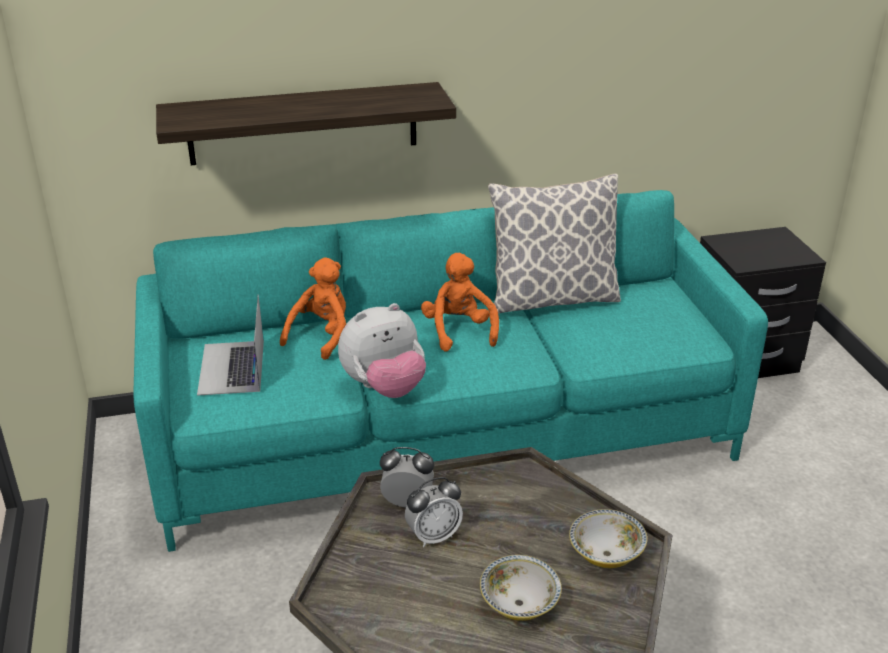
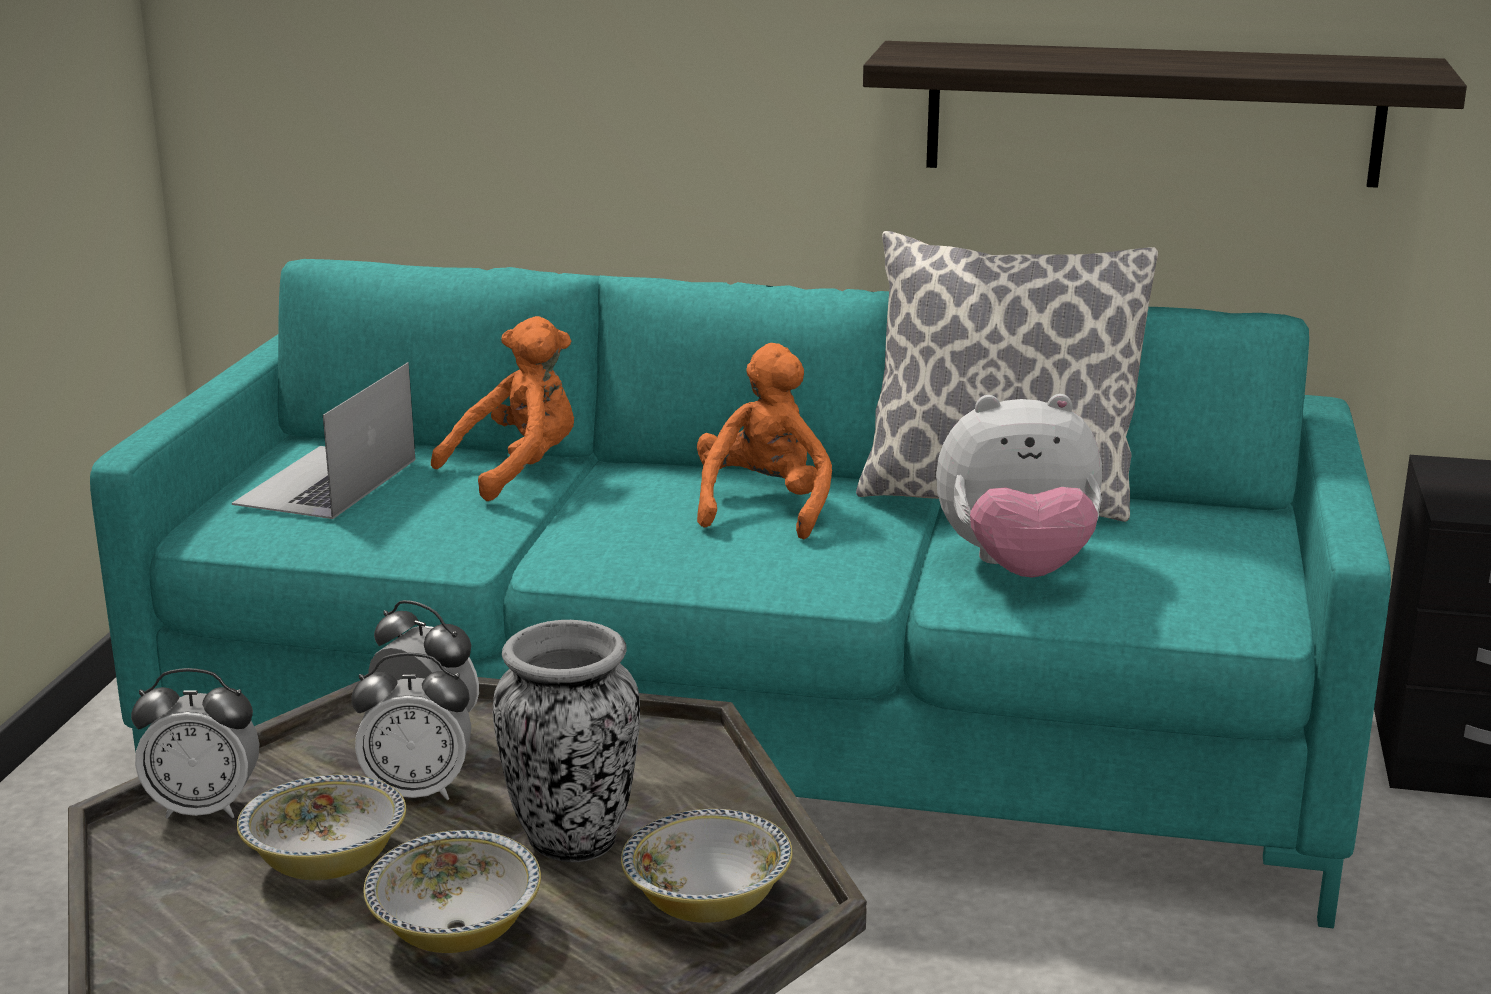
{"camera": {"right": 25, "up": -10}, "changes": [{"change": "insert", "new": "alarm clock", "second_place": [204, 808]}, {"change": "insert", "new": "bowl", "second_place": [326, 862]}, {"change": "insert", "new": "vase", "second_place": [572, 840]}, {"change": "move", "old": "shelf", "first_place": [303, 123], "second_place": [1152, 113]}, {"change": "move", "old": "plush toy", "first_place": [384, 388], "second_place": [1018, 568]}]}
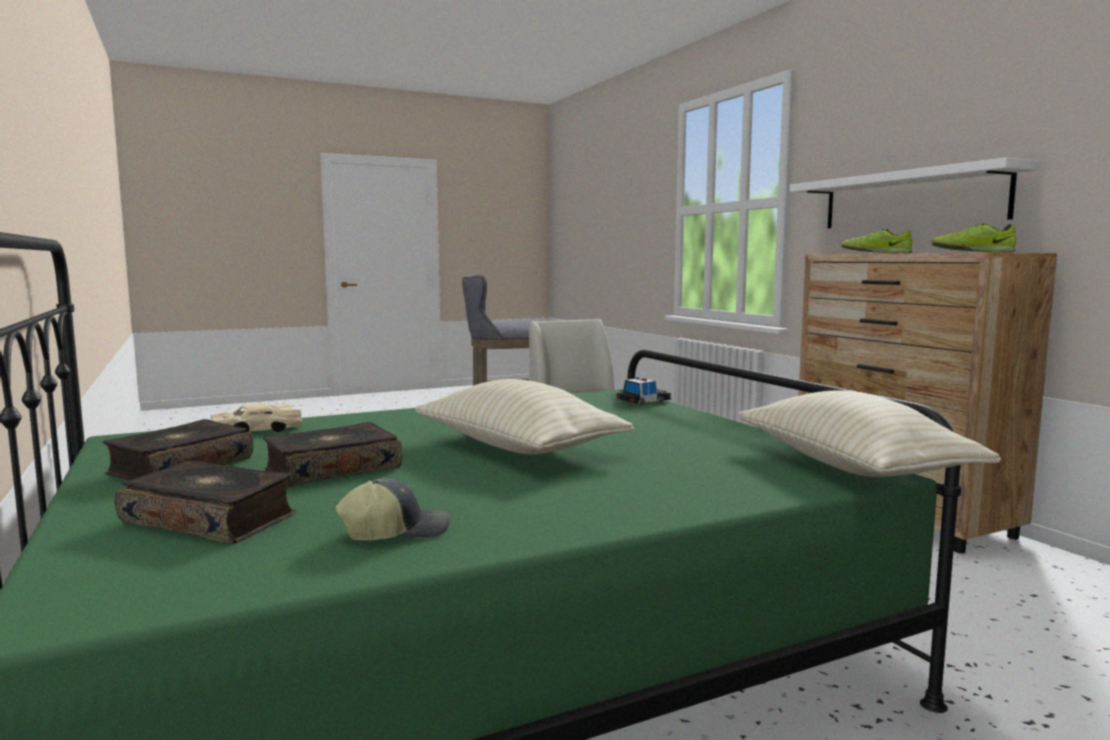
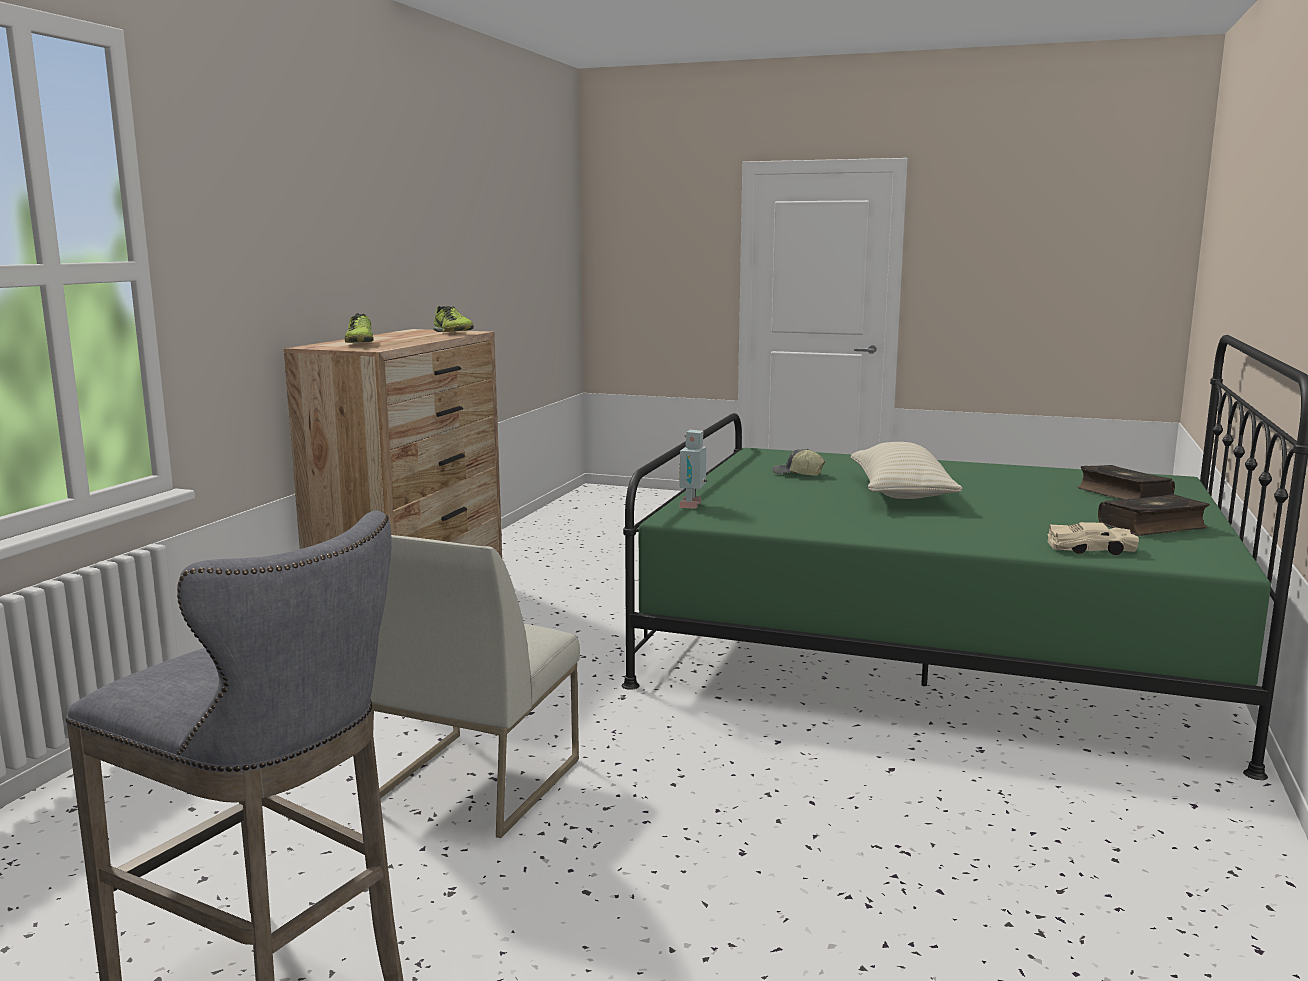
{"camera": {"right": -135, "up": 5}, "changes": [{"change": "delete", "old": "book", "first_place": [332, 469]}, {"change": "delete", "old": "beige pillow", "first_place": [850, 467]}, {"change": "delete", "old": "white shelf", "first_place": [910, 199]}, {"change": "move", "old": "cap", "first_place": [396, 531], "second_place": [797, 474]}, {"change": "replace", "old": "toy car", "new": "toy robot", "first_place": [643, 401], "second_place": [693, 505]}]}
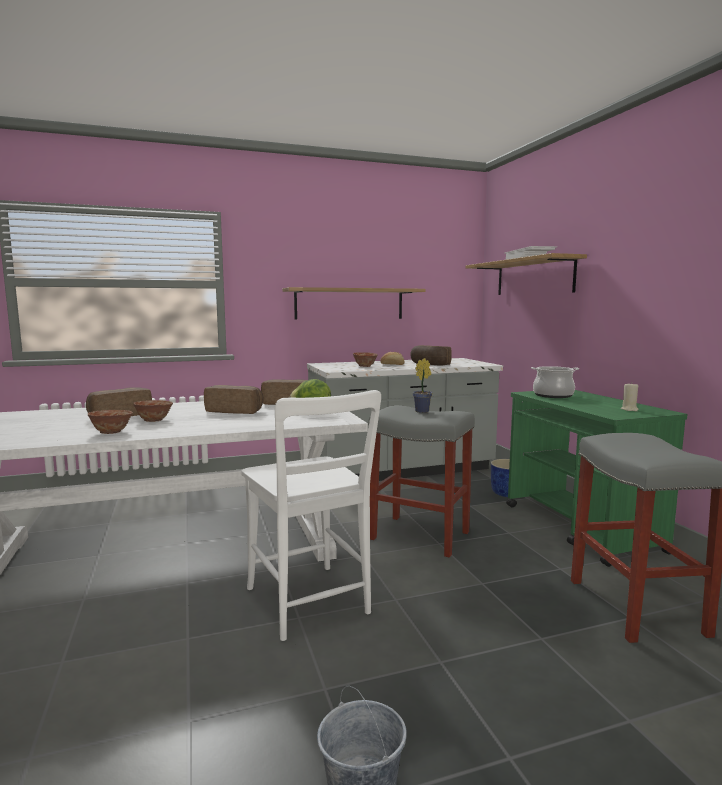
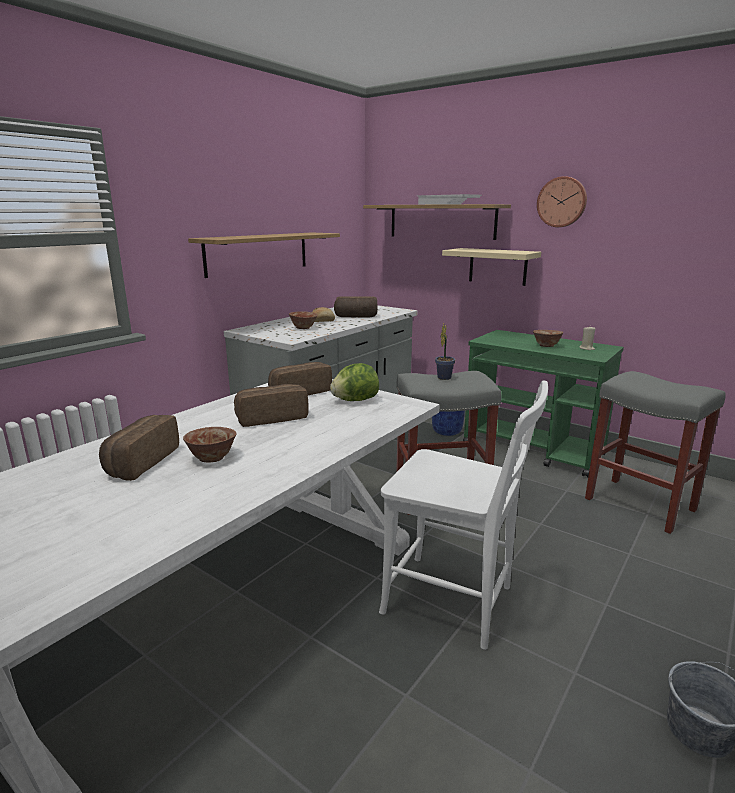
{"camera": {"right": -35, "up": 10}, "changes": [{"change": "delete", "old": "cooking pot", "first_place": [553, 395]}, {"change": "insert", "new": "beige shelf", "second_place": [497, 266]}, {"change": "insert", "new": "wall clock", "second_place": [562, 202]}, {"change": "move", "old": "bowl", "first_place": [111, 432], "second_place": [546, 346]}]}
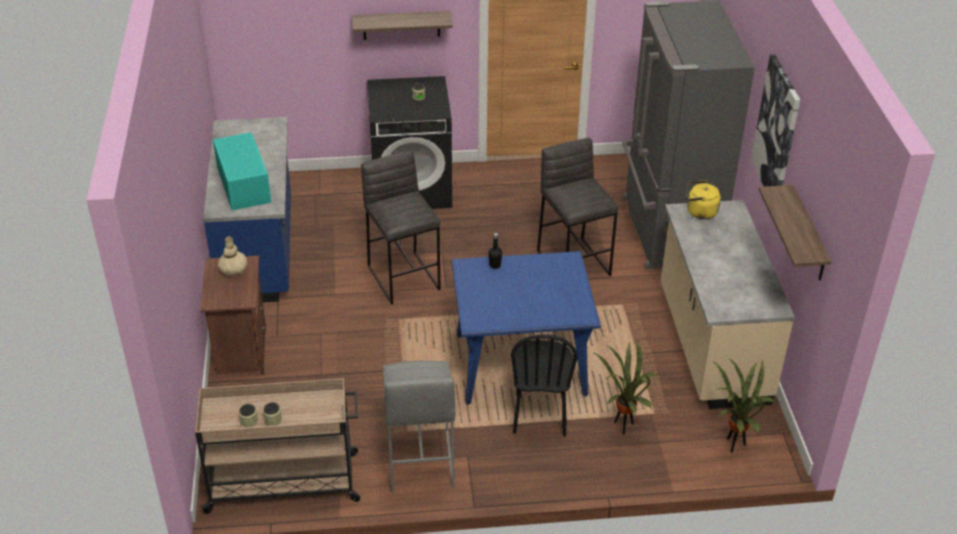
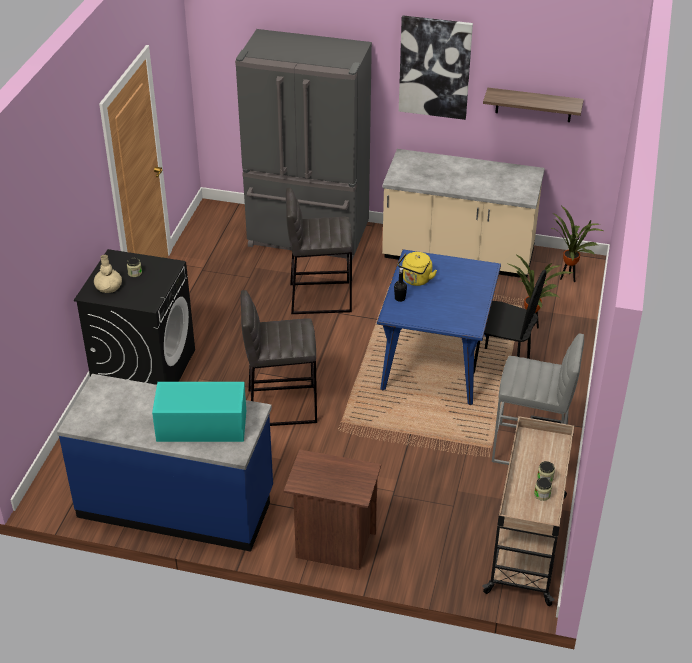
{"camera": {"right": -70, "up": 0}, "changes": [{"change": "delete", "old": "shelf", "first_place": [401, 25]}, {"change": "move", "old": "beige vase", "first_place": [233, 269], "second_place": [109, 287]}, {"change": "move", "old": "yellow kettle", "first_place": [699, 212], "second_place": [415, 280]}]}
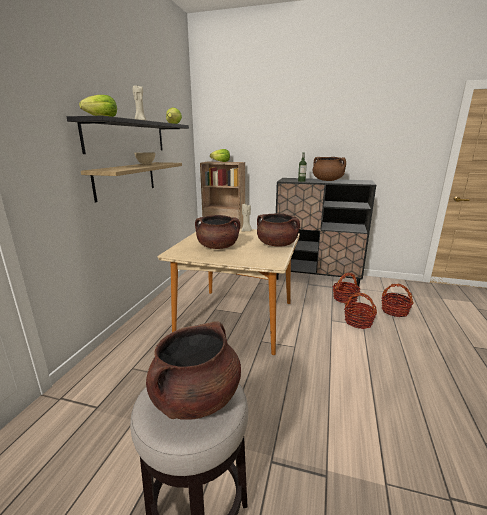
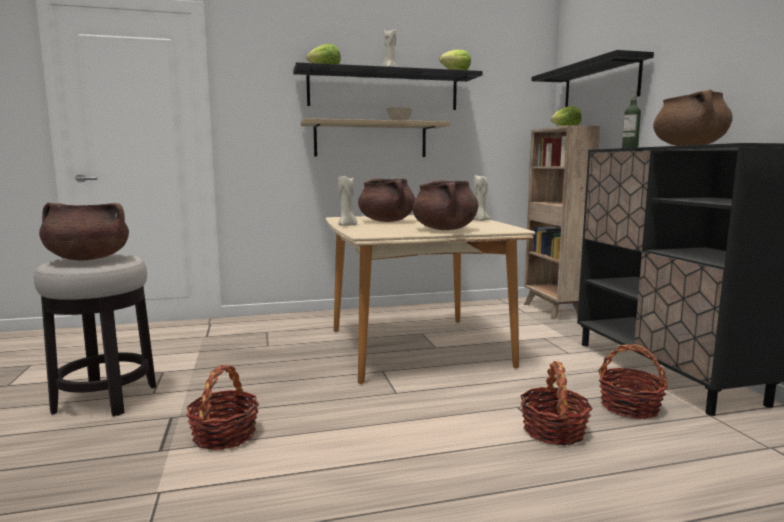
{"camera": {"right": 60, "up": -10}, "changes": [{"change": "insert", "new": "beige candle", "second_place": [347, 226]}, {"change": "insert", "new": "black shelf", "second_place": [600, 85]}, {"change": "move", "old": "basket", "first_place": [394, 311], "second_place": [224, 435]}]}
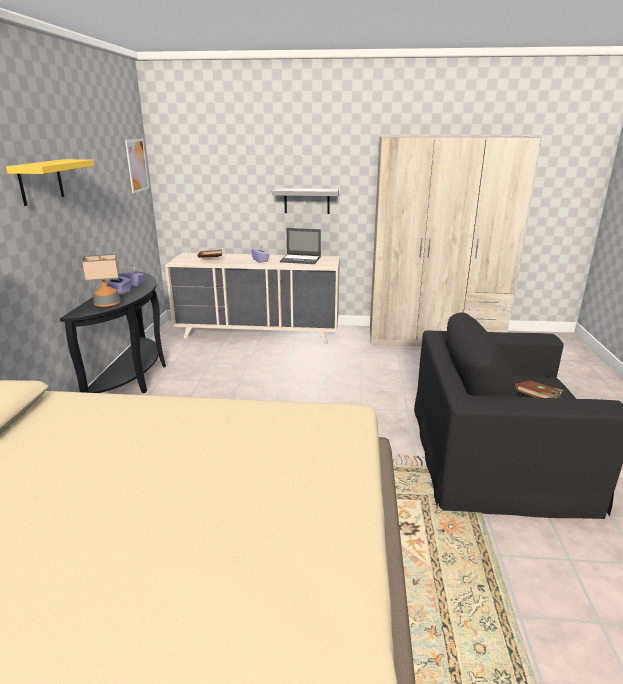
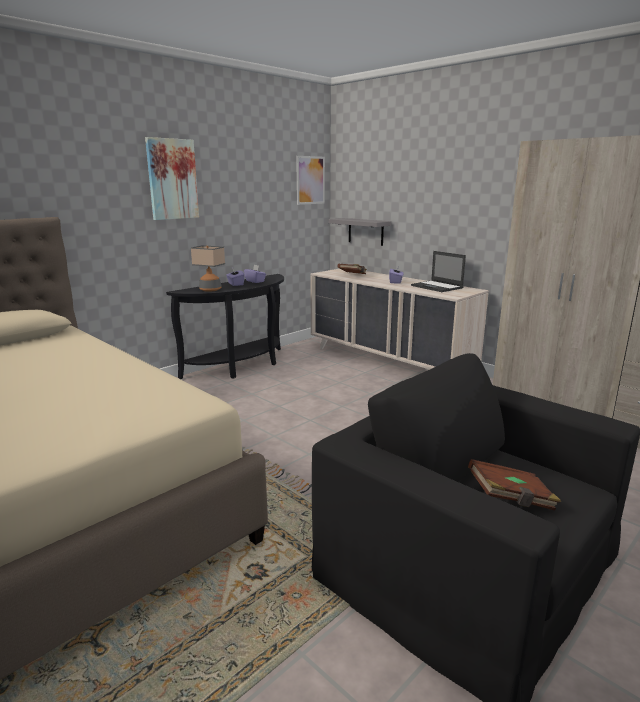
{"camera": {"right": 40, "up": -5}, "changes": [{"change": "move", "old": "grey shelf", "first_place": [307, 201], "second_place": [365, 231]}, {"change": "replace", "old": "yellow shelf", "new": "picture", "first_place": [41, 181], "second_place": [172, 179]}]}
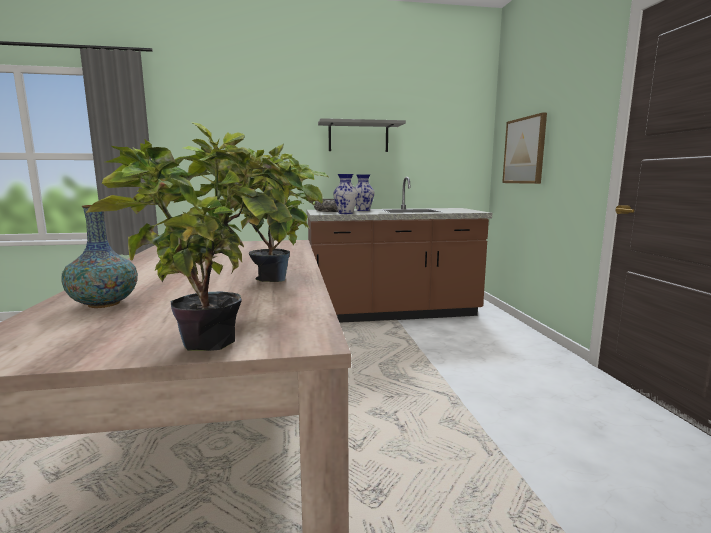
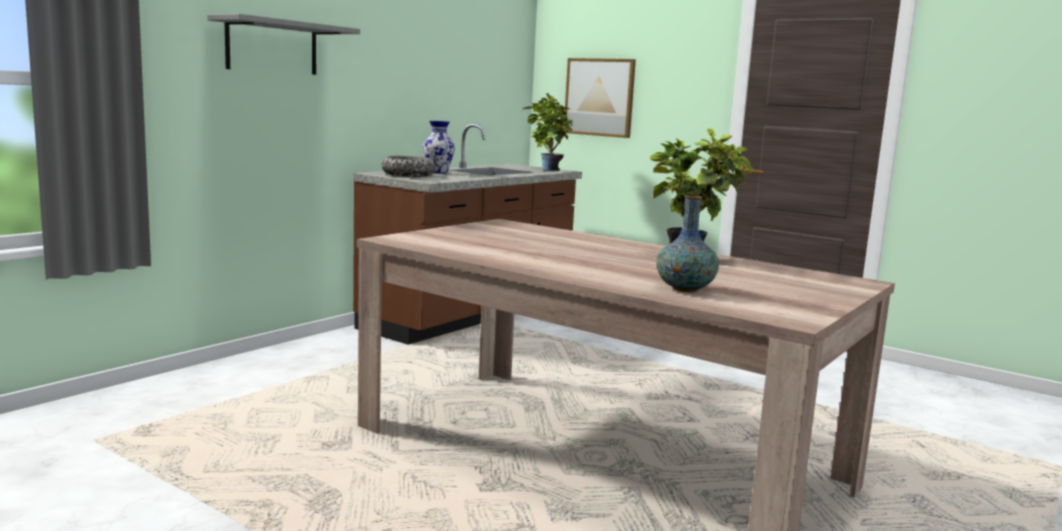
{"camera": {"right": -45, "up": 0}, "changes": [{"change": "delete", "old": "vase", "first_place": [345, 213]}, {"change": "move", "old": "potted plant", "first_place": [213, 339], "second_place": [547, 170]}, {"change": "move", "old": "grey shelf", "first_place": [358, 137], "second_place": [272, 47]}]}
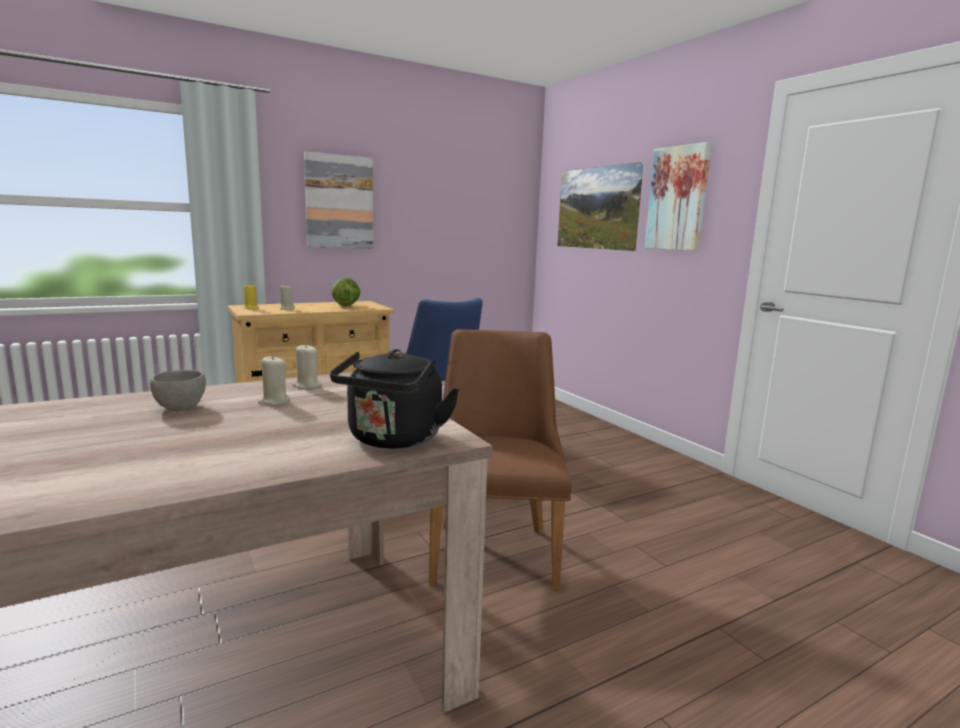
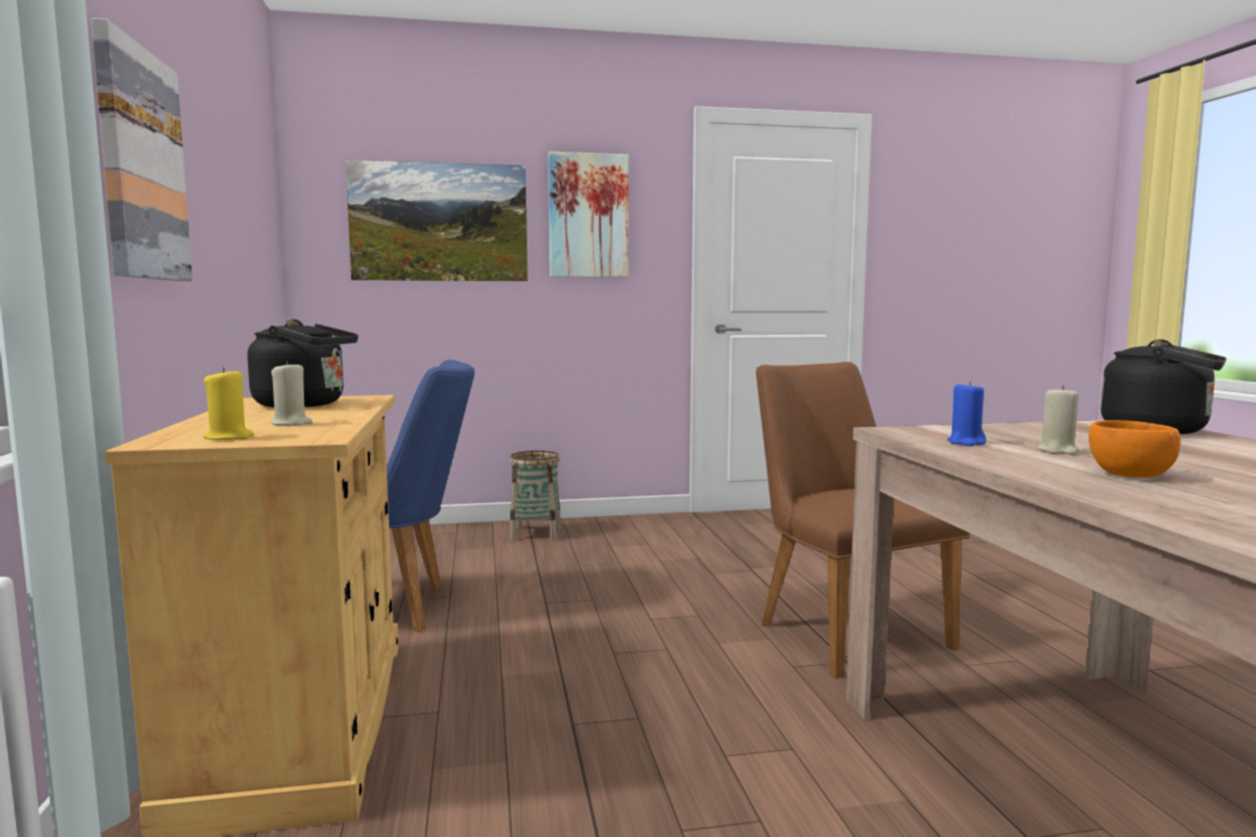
{"camera": {"right": -70, "up": -5}, "changes": [{"change": "insert", "new": "basket", "second_place": [535, 533]}, {"change": "replace", "old": "lettuce", "new": "black kettle", "first_place": [346, 306], "second_place": [305, 405]}, {"change": "recolor", "old": "grey bowl", "new": "orange bowl", "first_place": [179, 407], "second_place": [1132, 476]}, {"change": "recolor", "old": "beige candle", "new": "blue candle", "first_place": [306, 386], "second_place": [966, 443]}, {"change": "rotate", "old": "brown chair", "first_place": [494, 547], "second_place": [841, 629], "degrees": 45}]}
